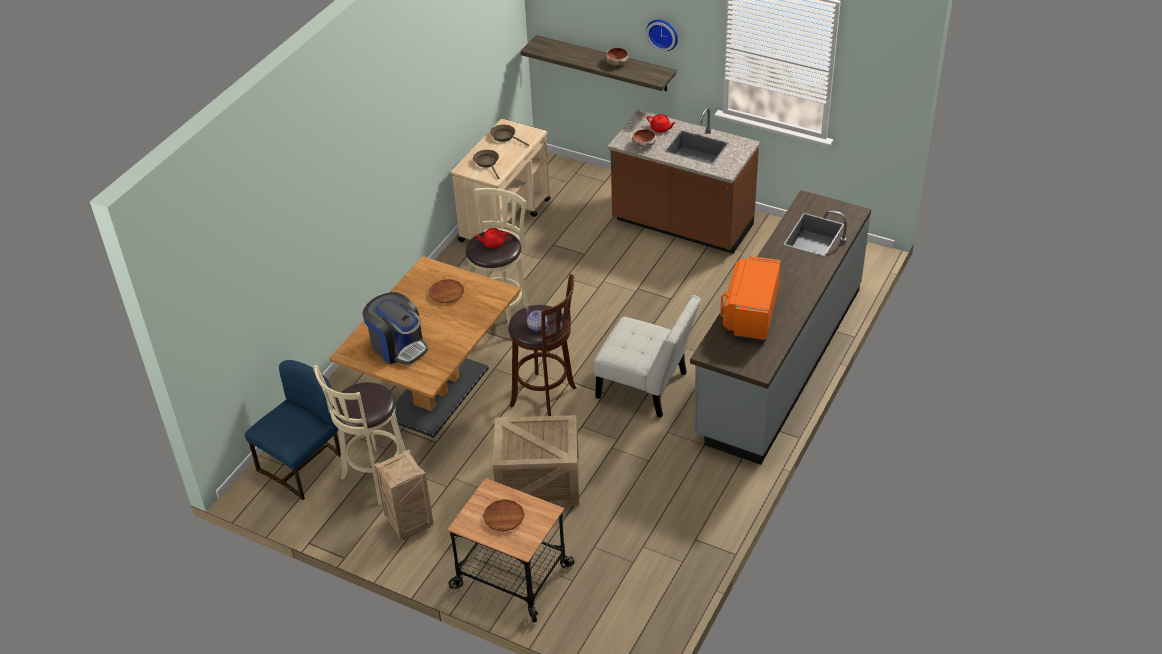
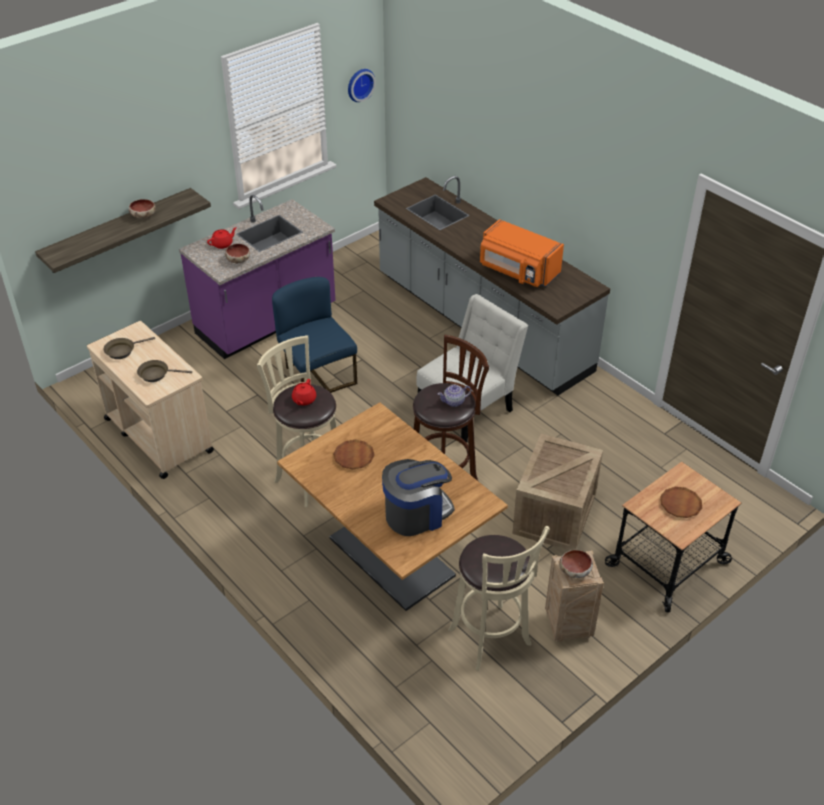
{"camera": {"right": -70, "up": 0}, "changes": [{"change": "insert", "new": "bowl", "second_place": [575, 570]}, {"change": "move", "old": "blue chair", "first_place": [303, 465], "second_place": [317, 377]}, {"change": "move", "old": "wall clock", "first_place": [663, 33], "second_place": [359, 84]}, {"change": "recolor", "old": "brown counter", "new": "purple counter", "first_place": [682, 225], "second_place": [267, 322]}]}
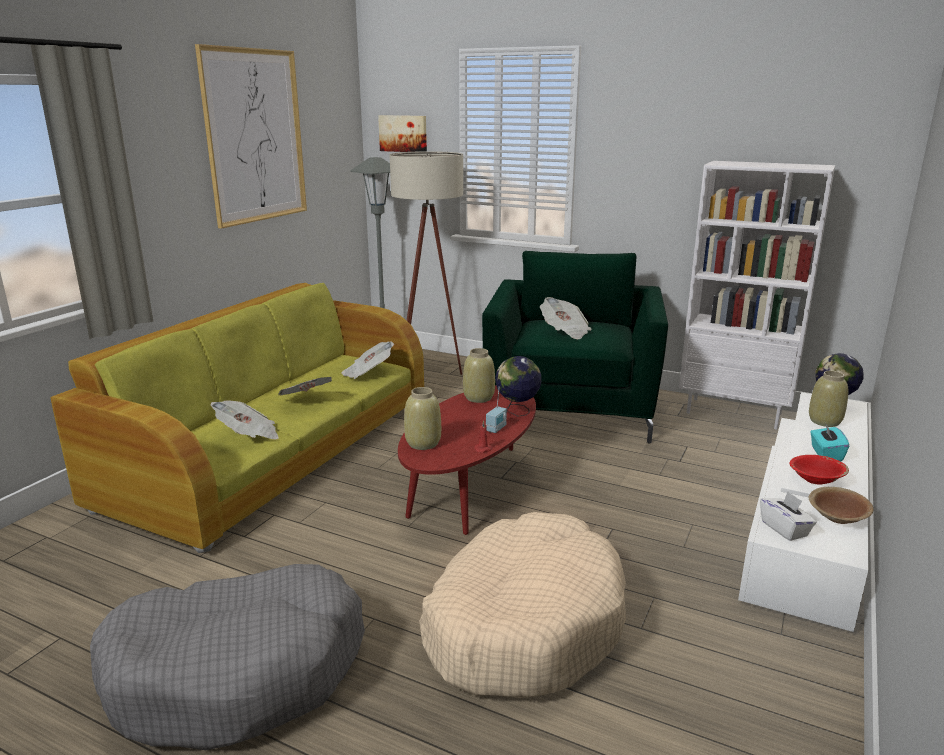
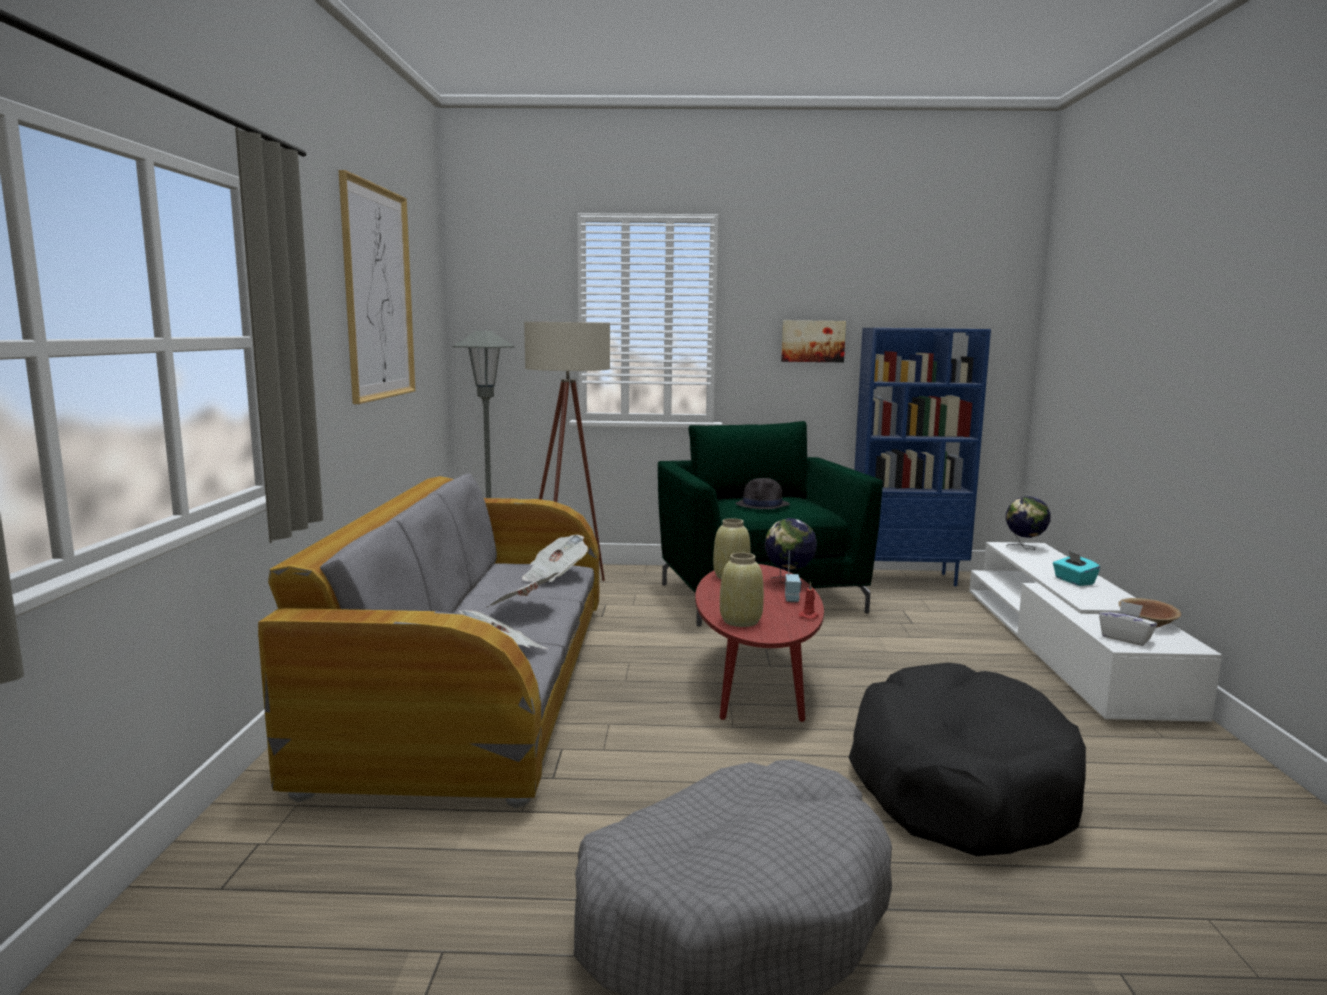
{"camera": {"right": -25, "up": -10}, "changes": [{"change": "delete", "old": "red bowl", "first_place": [816, 480]}, {"change": "delete", "old": "beige vase", "first_place": [825, 422]}, {"change": "move", "old": "picture", "first_place": [403, 133], "second_place": [812, 341]}, {"change": "replace", "old": "newspaper", "new": "black hat", "first_place": [565, 332], "second_place": [763, 505]}, {"change": "recolor", "old": "green sofa", "new": "grey sofa", "first_place": [275, 450], "second_place": [475, 684]}, {"change": "recolor", "old": "beige dog bed", "new": "black dog bed", "first_place": [523, 623], "second_place": [959, 784]}, {"change": "recolor", "old": "white bookcase", "new": "blue bookcase", "first_place": [734, 413], "second_place": [907, 578]}]}
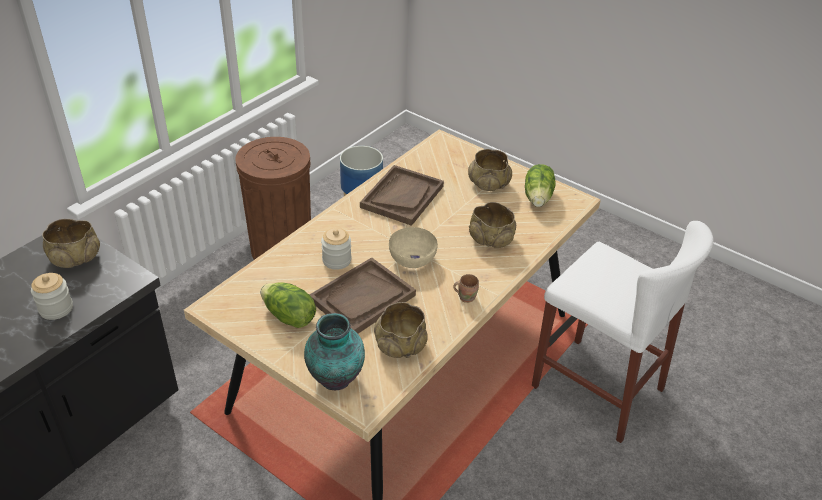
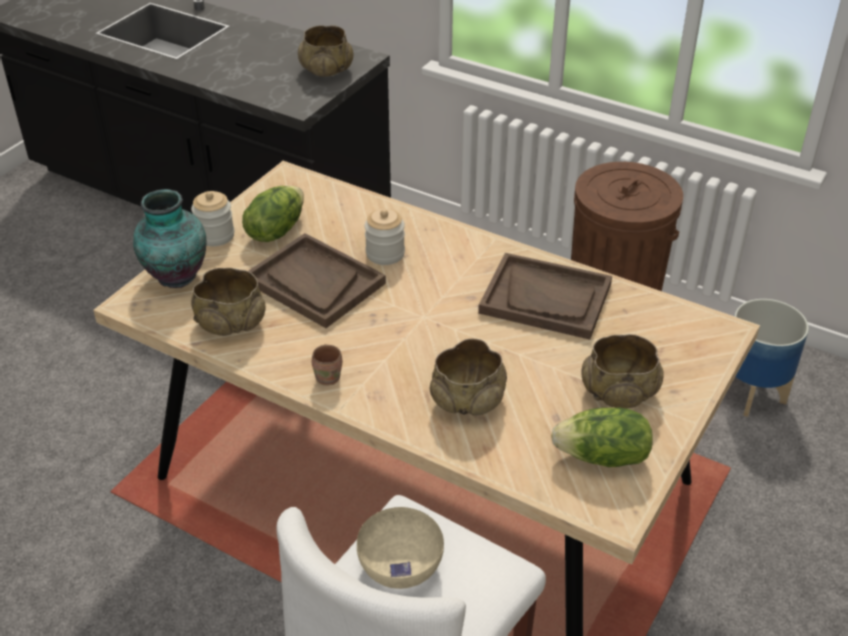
{"camera": {"right": 85, "up": 0}, "changes": [{"change": "move", "old": "jar", "first_place": [56, 308], "second_place": [215, 235]}, {"change": "move", "old": "beige bowl", "first_place": [412, 258], "second_place": [401, 565]}]}
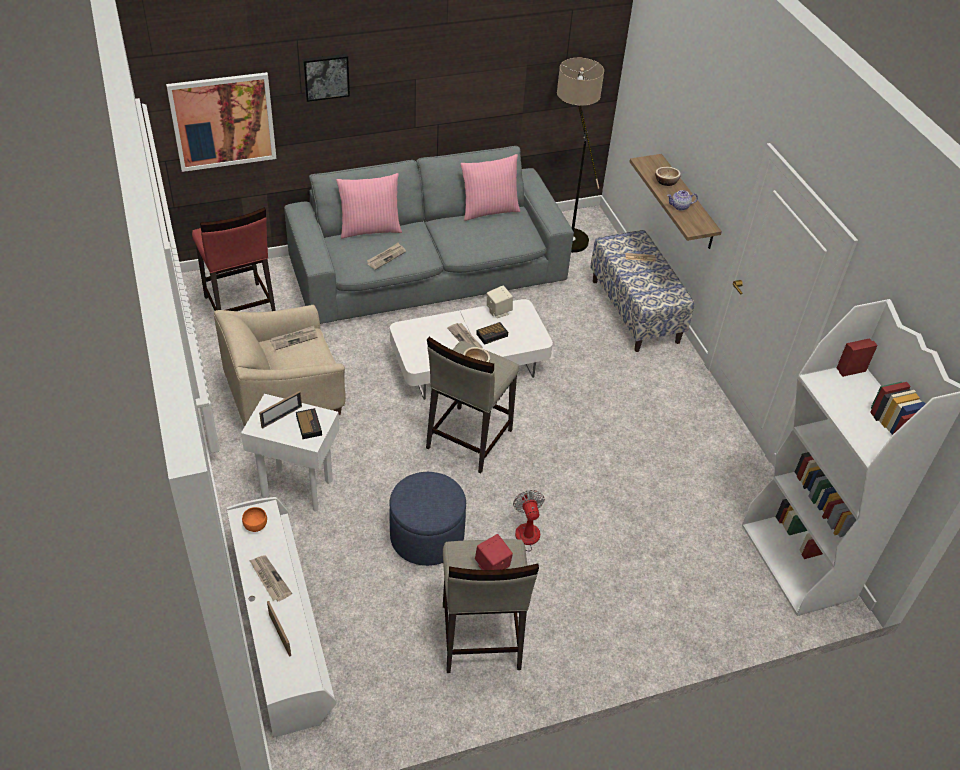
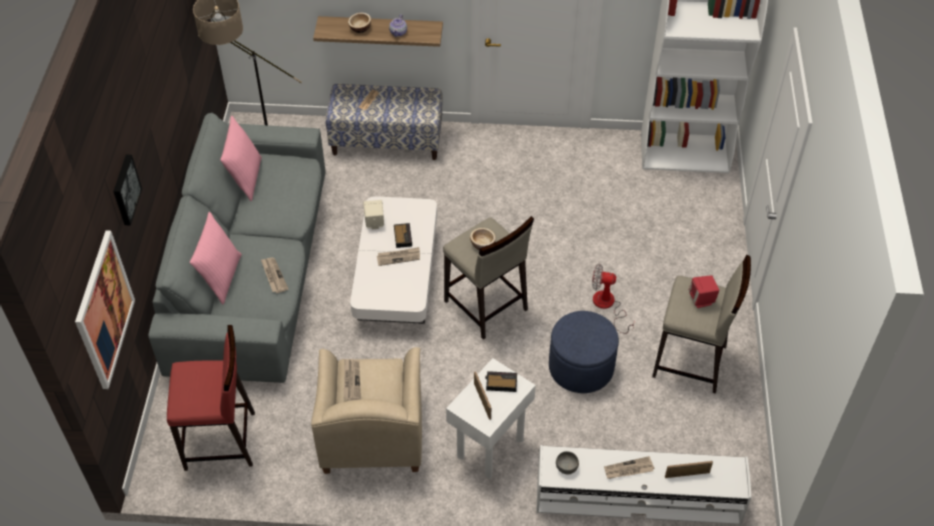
{"camera": {"right": -65, "up": 5}, "changes": [{"change": "recolor", "old": "orange bowl", "new": "grey bowl", "first_place": [255, 525], "second_place": [567, 467]}]}
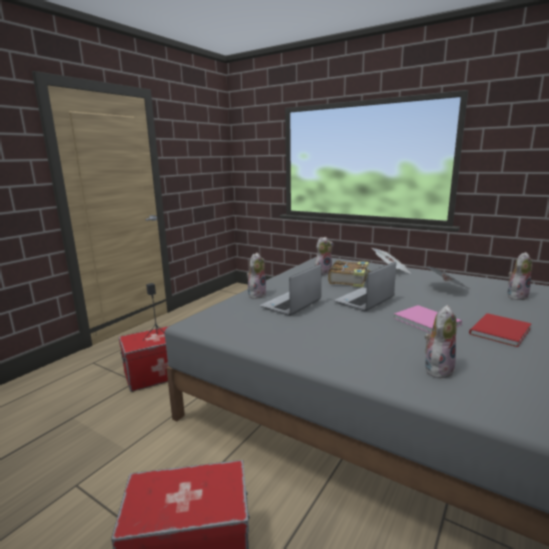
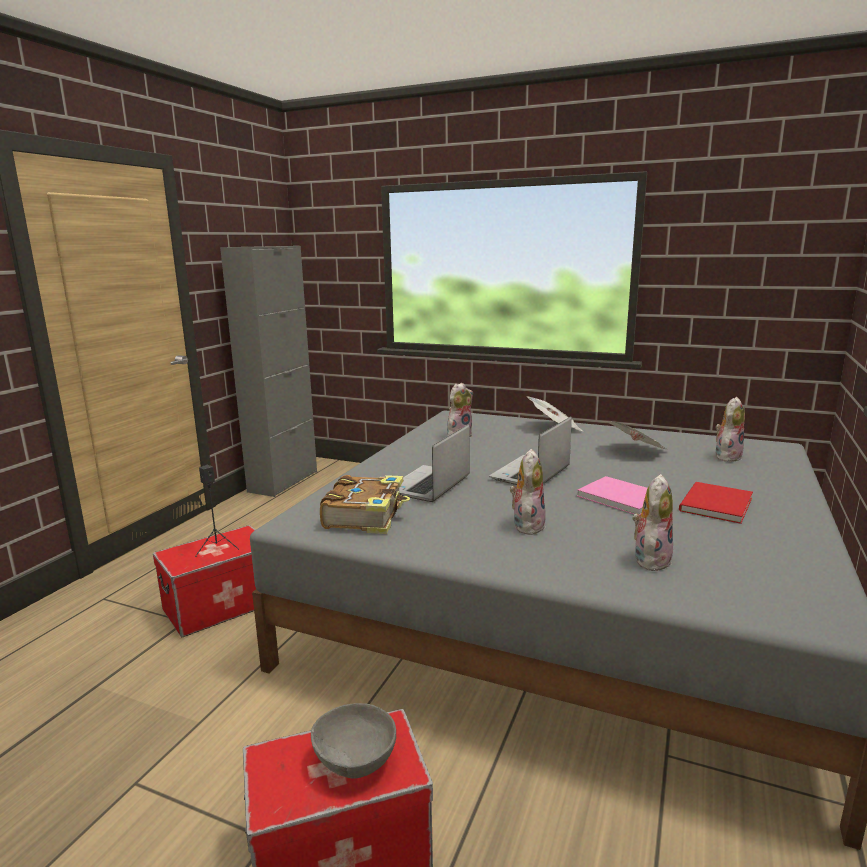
{"camera": {"right": -10, "up": 0}, "changes": [{"change": "insert", "new": "grey cabinet", "second_place": [283, 481]}, {"change": "insert", "new": "grey bowl", "second_place": [356, 762]}, {"change": "move", "old": "plush toy", "first_place": [256, 294], "second_place": [527, 525]}, {"change": "move", "old": "book", "first_place": [350, 280], "second_place": [366, 515]}]}
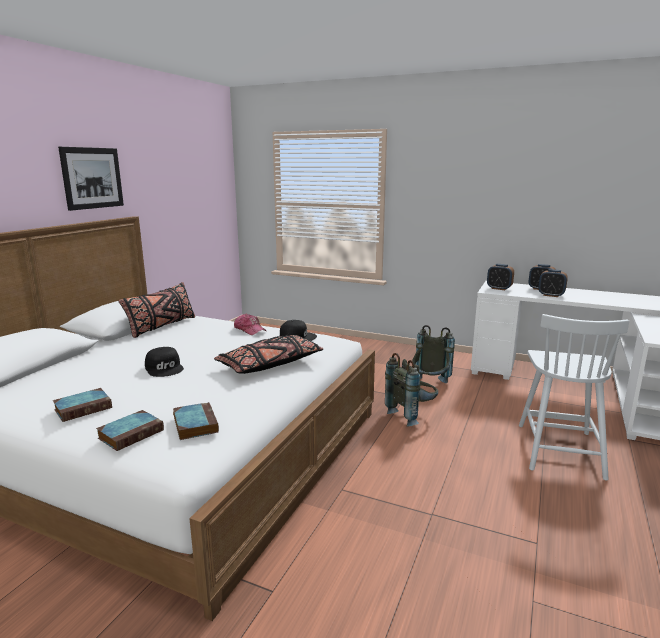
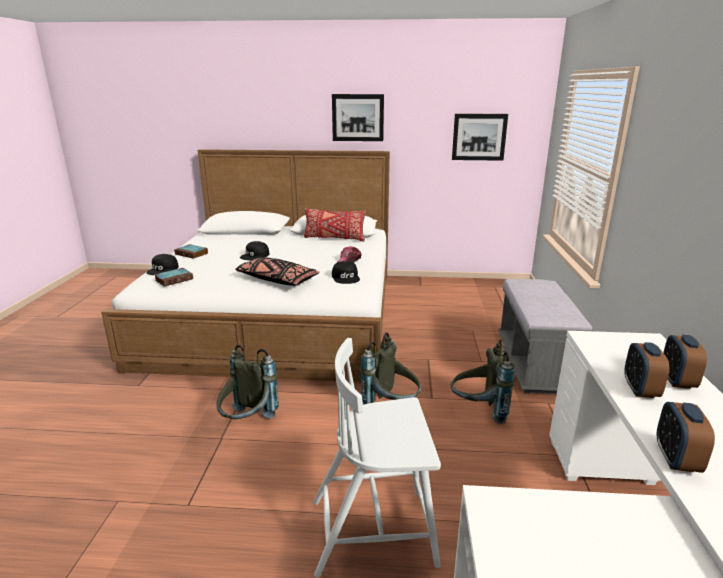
{"camera": {"right": 70, "up": 5}, "changes": [{"change": "insert", "new": "grey backpack", "second_place": [247, 423]}, {"change": "insert", "new": "picture", "second_place": [479, 137]}, {"change": "insert", "new": "grey bench", "second_place": [536, 365]}, {"change": "move", "old": "alarm clock", "first_place": [499, 288], "second_place": [676, 459]}, {"change": "replace", "old": "book", "new": "black cap", "first_place": [132, 433], "second_place": [163, 269]}, {"change": "recolor", "old": "black pillow", "new": "red pillow", "first_place": [161, 326], "second_place": [334, 238]}]}
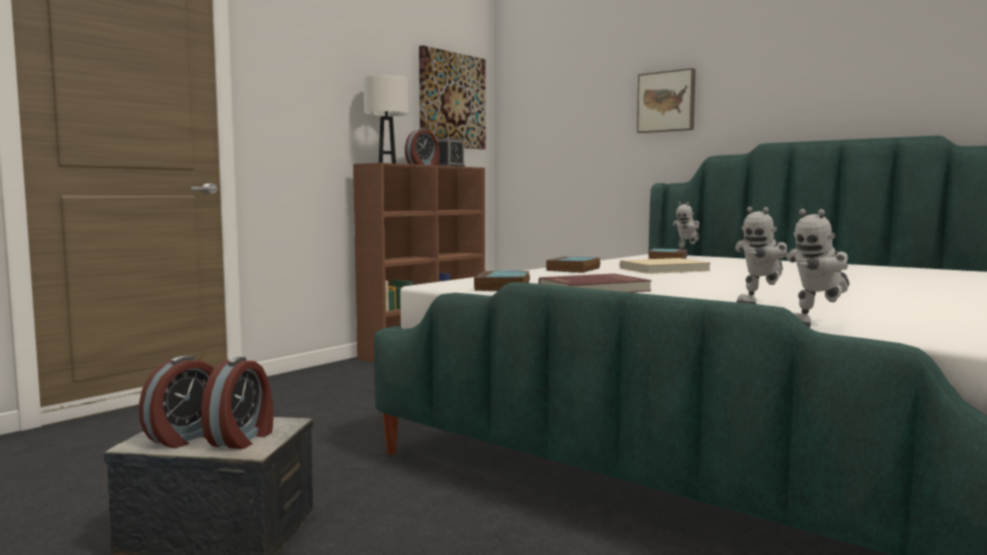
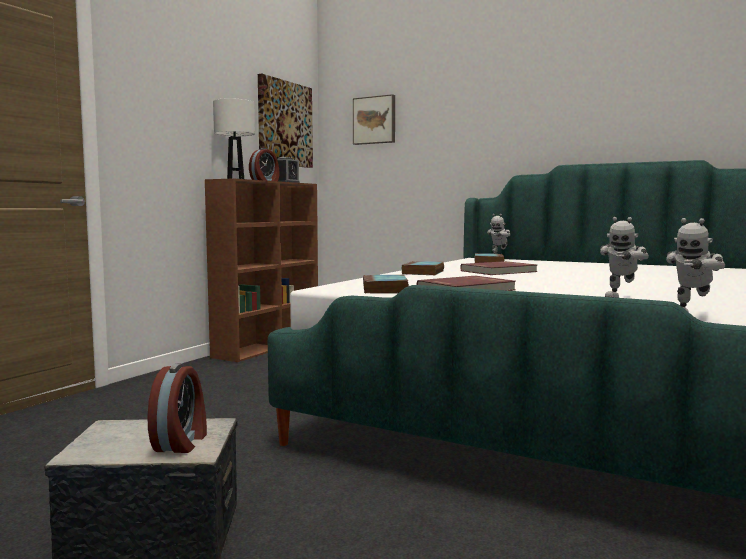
{"camera": {"right": -10, "up": 0}, "changes": [{"change": "delete", "old": "alarm clock", "first_place": [188, 437]}, {"change": "move", "old": "picture", "first_place": [667, 102], "second_place": [375, 120]}, {"change": "recolor", "old": "beige book", "new": "red book", "first_place": [665, 270], "second_place": [499, 271]}]}
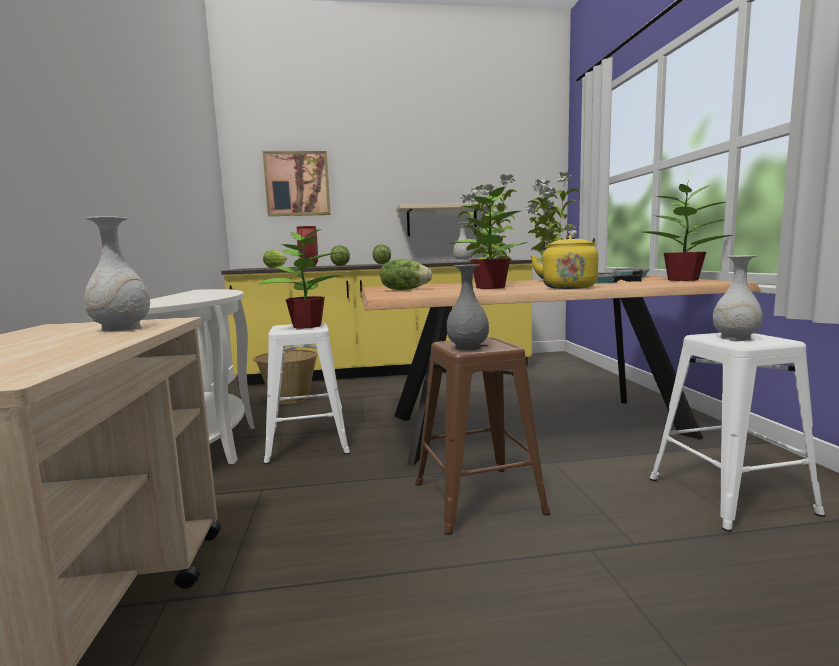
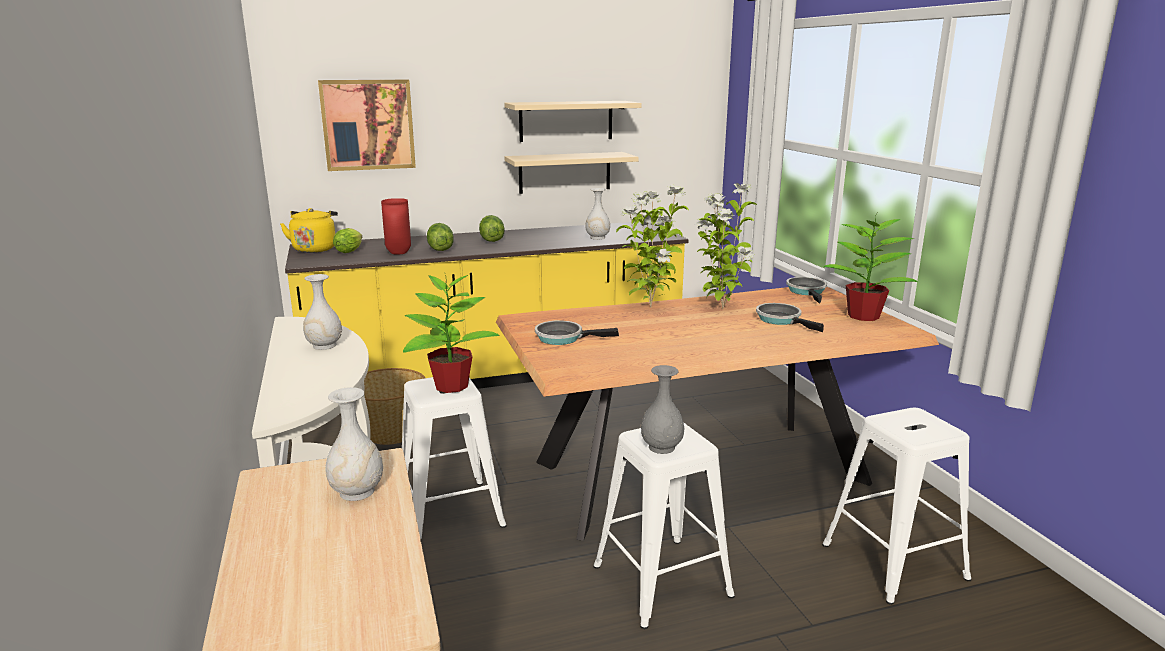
{"camera": {"right": -10, "up": 10}, "changes": [{"change": "delete", "old": "potted plant", "first_place": [490, 287]}, {"change": "insert", "new": "beige shelf", "second_place": [566, 121]}, {"change": "move", "old": "yellow kettle", "first_place": [567, 287], "second_place": [315, 249]}, {"change": "move", "old": "white vase", "first_place": [734, 338], "second_place": [324, 345]}, {"change": "replace", "old": "lettuce", "new": "frying pan", "first_place": [404, 289], "second_place": [563, 338]}, {"change": "recolor", "old": "brown stool", "new": "white stool", "first_place": [477, 498], "second_place": [661, 581]}]}
